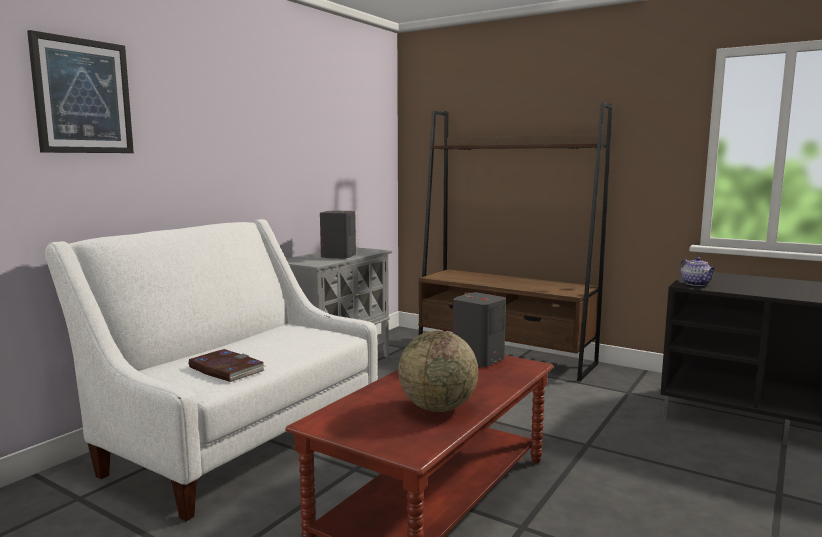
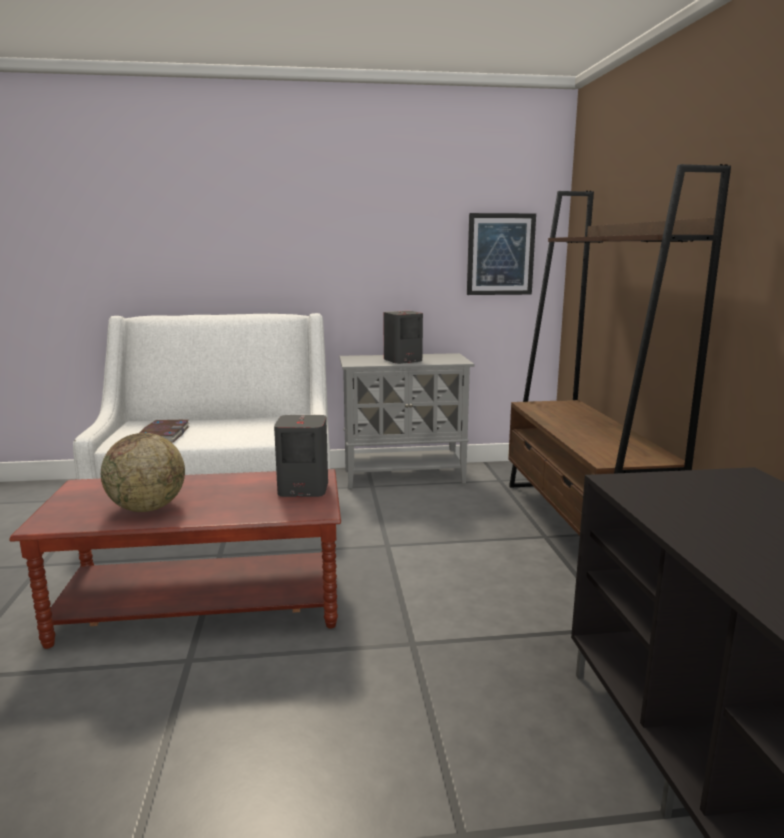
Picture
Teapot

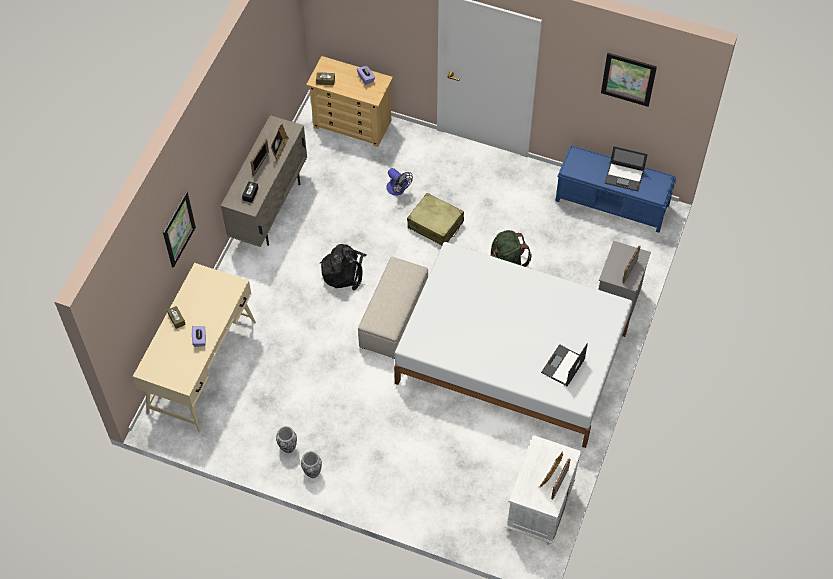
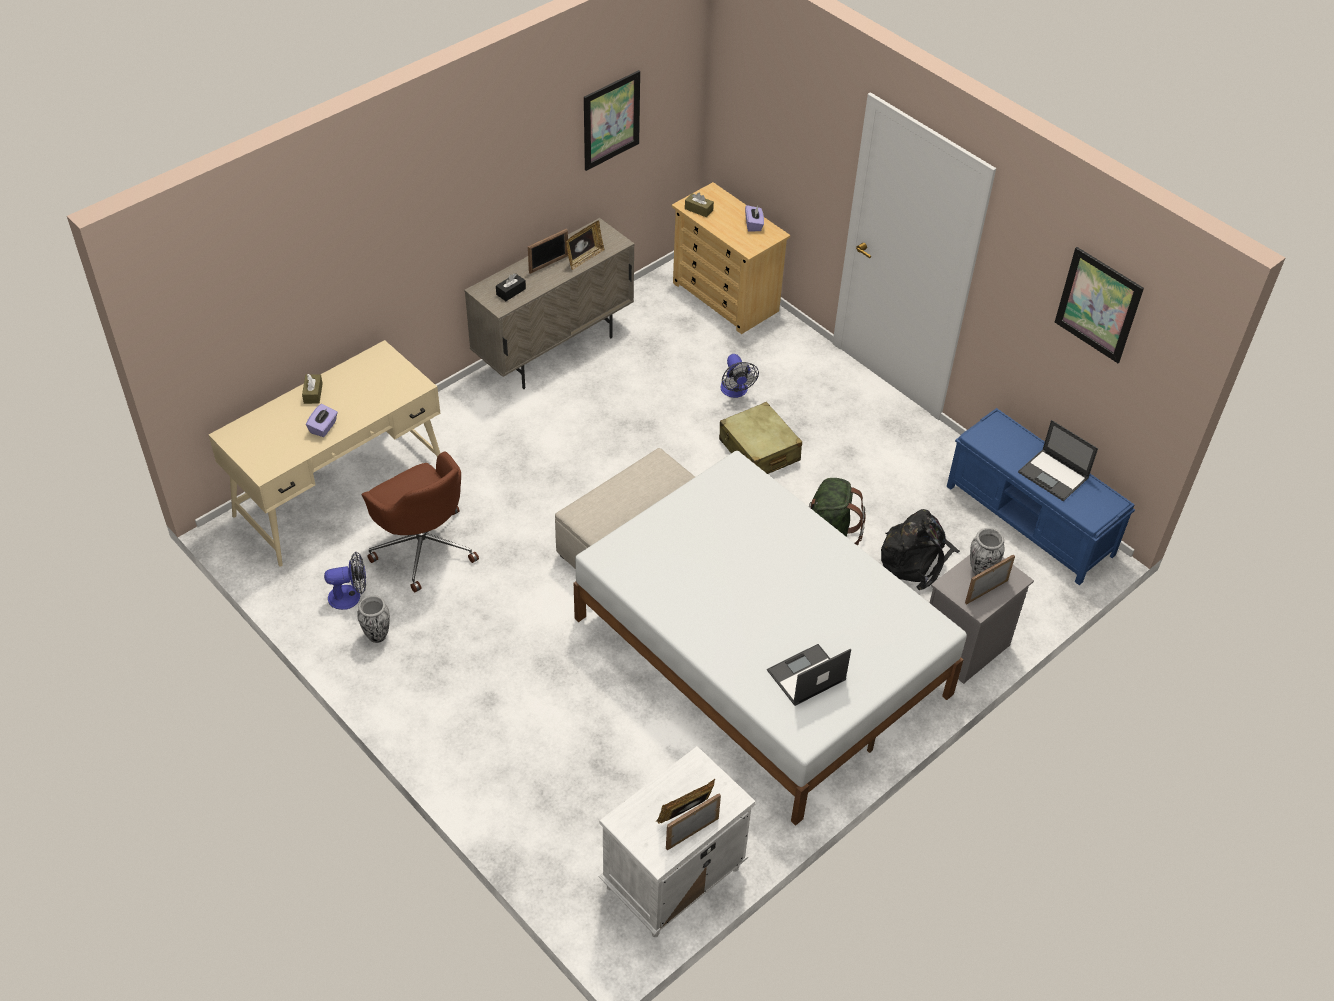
Picture (no. 1 from left)
Vase (no. 2 from left)
BlackBackpack
Fan (no. 1 from left)
BrownOfficeChair

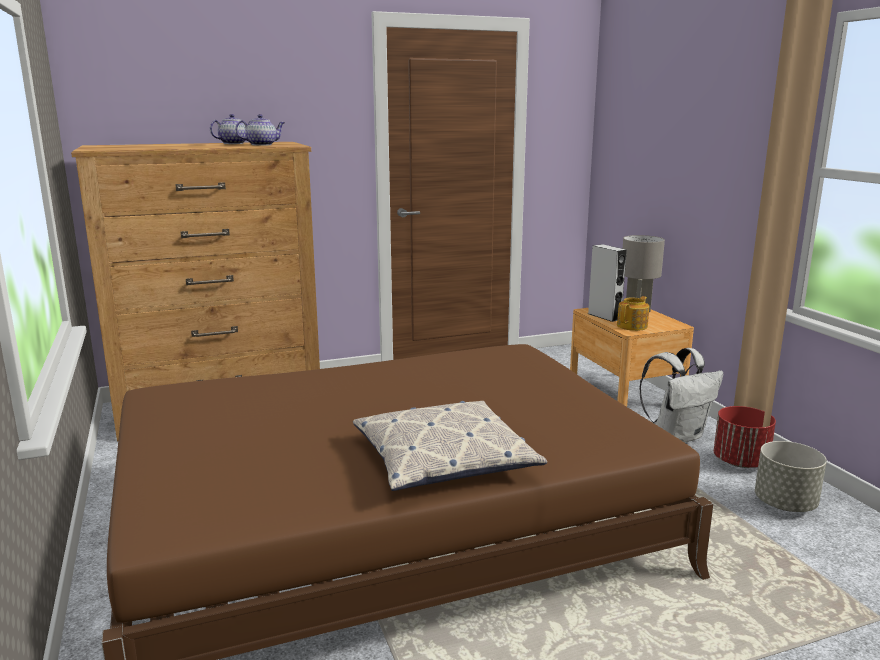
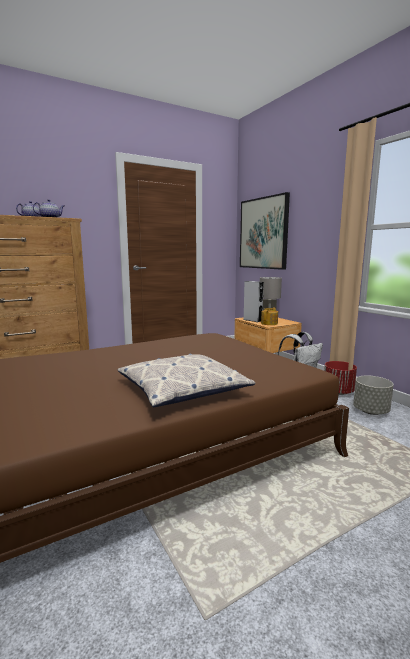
Picture

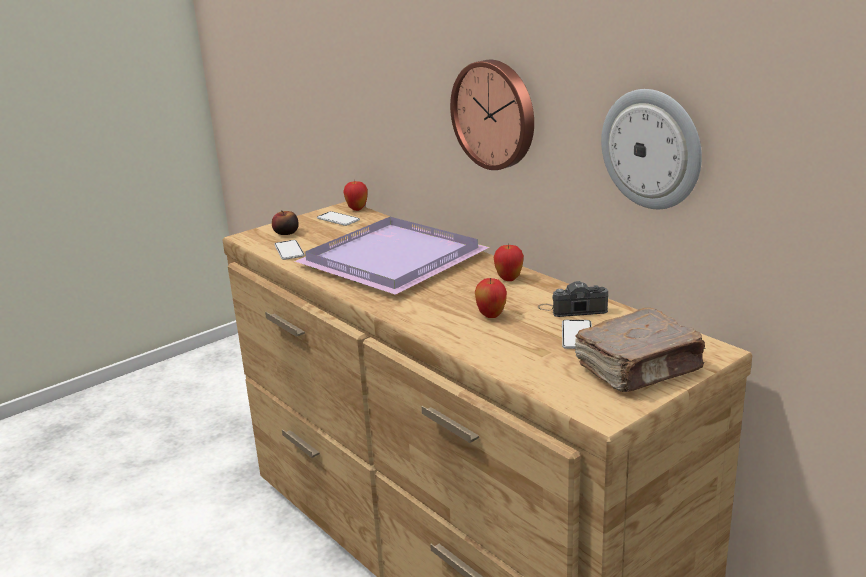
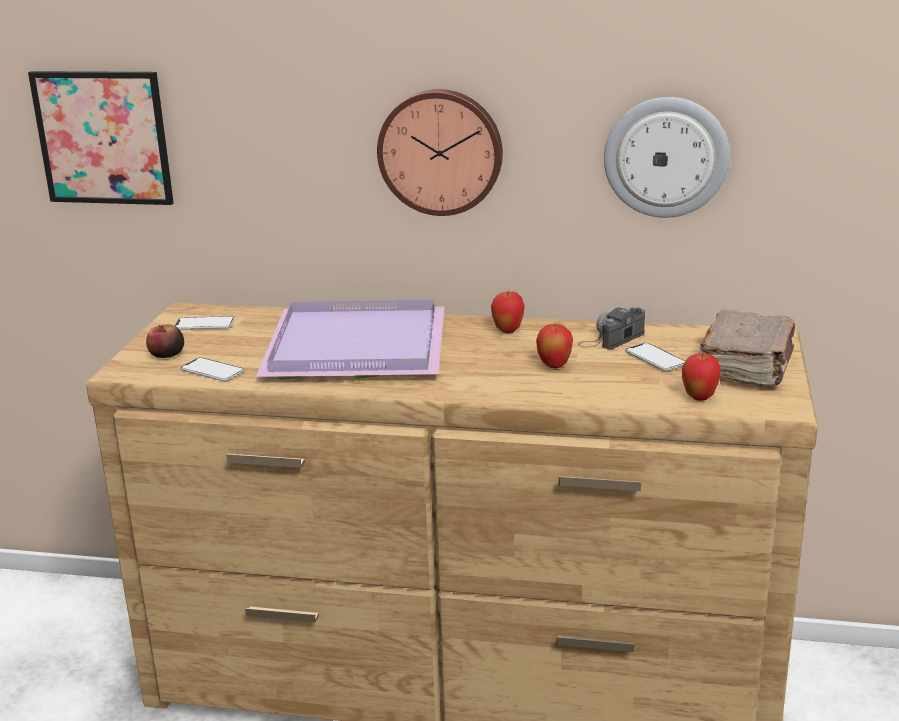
Apple (no. 4 from left)
Picture

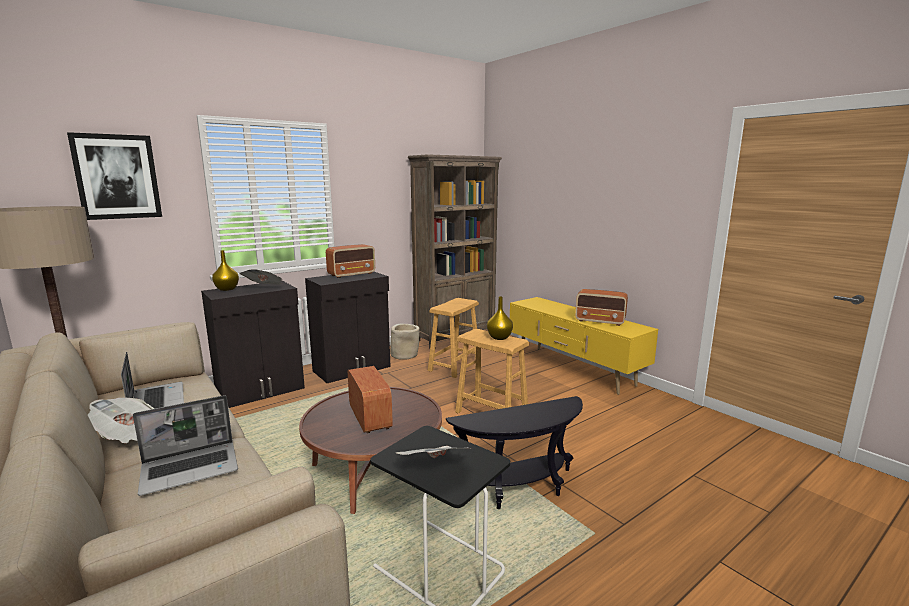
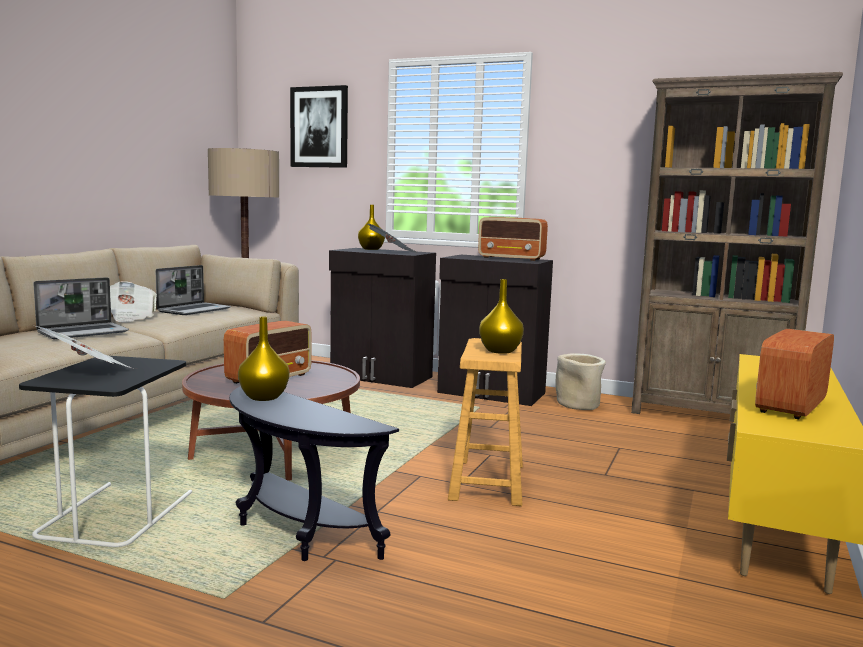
Laptop (no. 1 from left)
BrownStool (no. 1 from left in the first image)
Radio (no. 3 from left)
YellowVase (no. 1 from left)

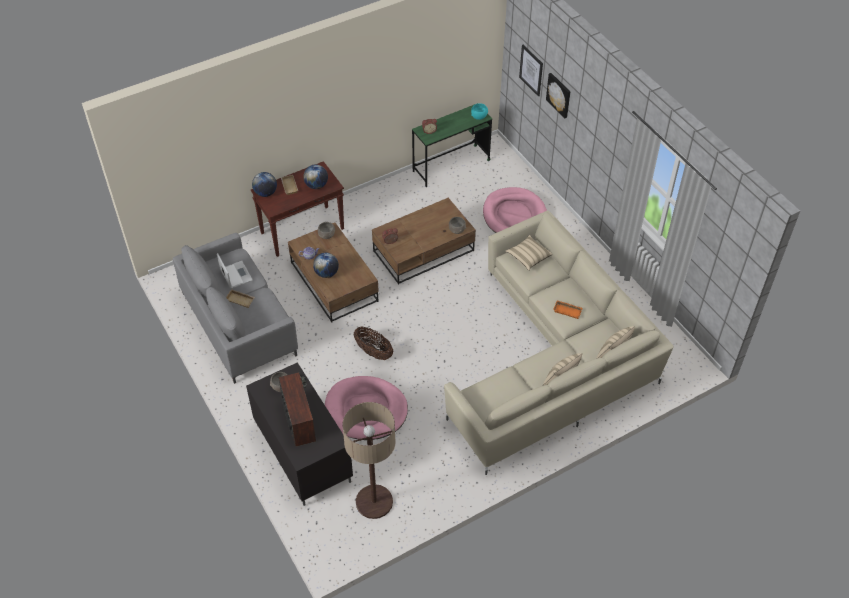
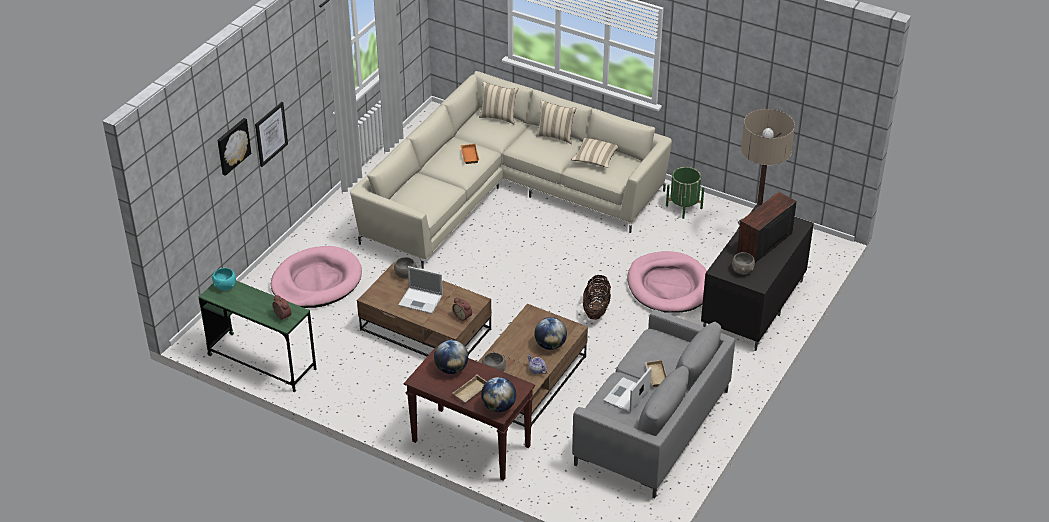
BeigePillow (no. 3 from left)
Picture (no. 2 from left)
Laptop (no. 1 from left)
GreenPlanter

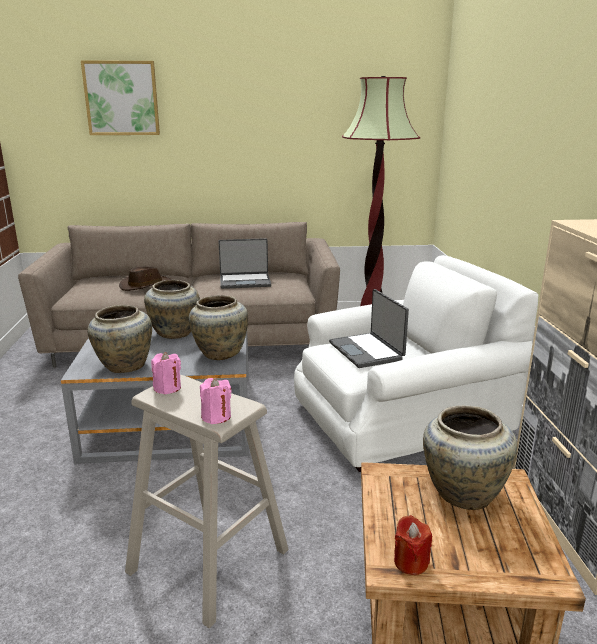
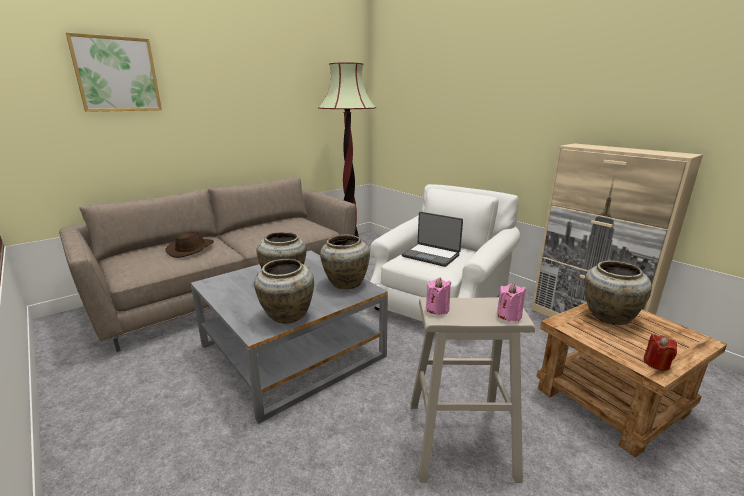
Laptop (no. 1 from left in the first image)

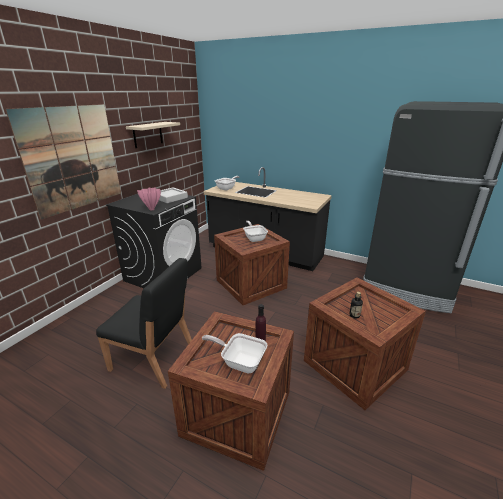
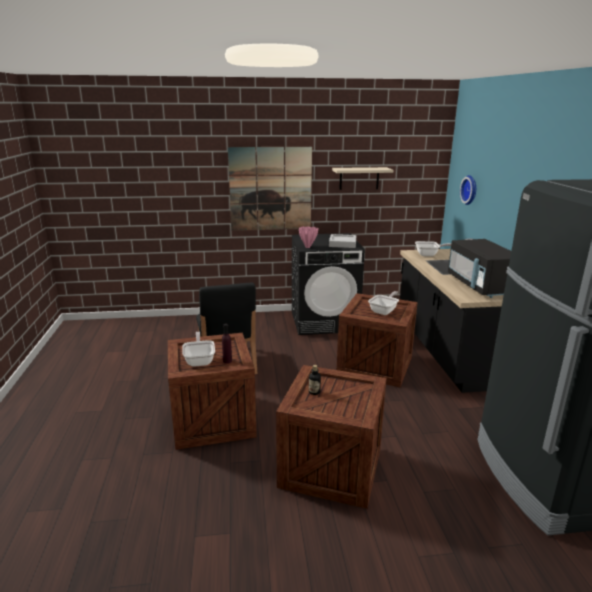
BlackMicrowave
WallClock

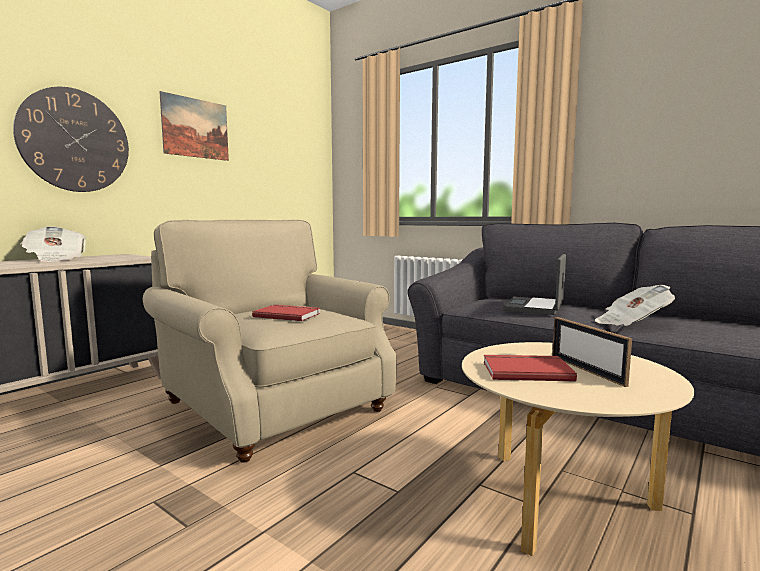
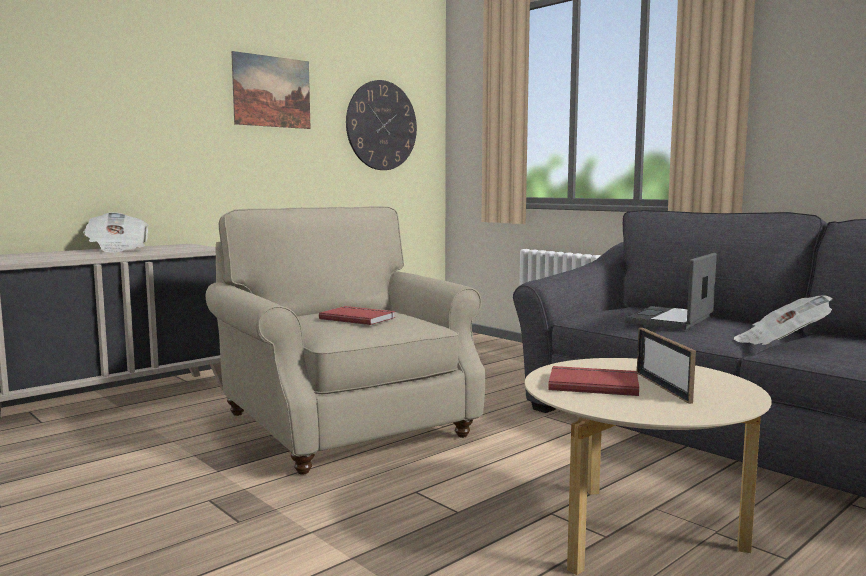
WallClock

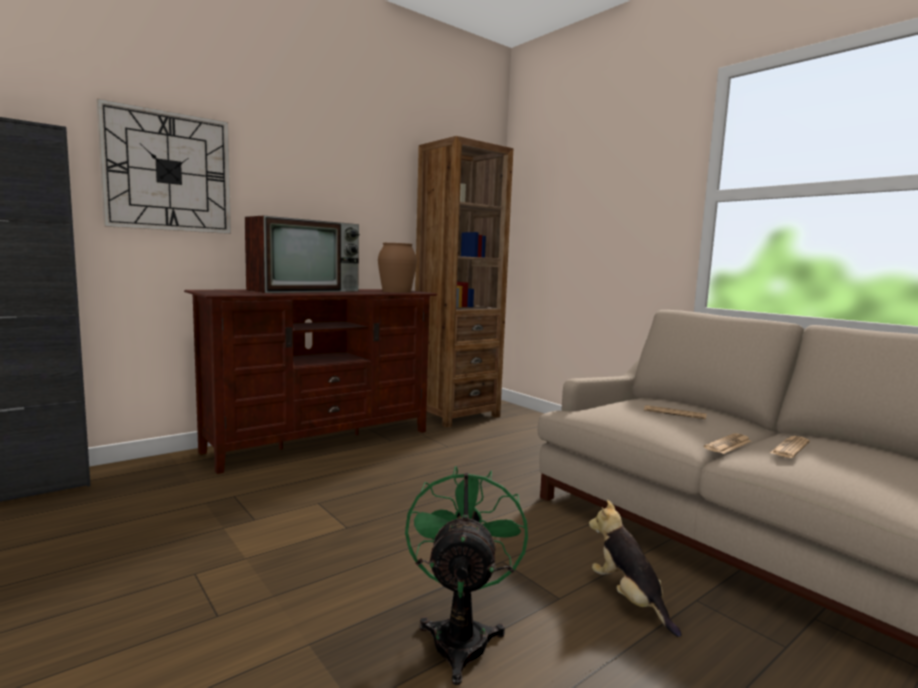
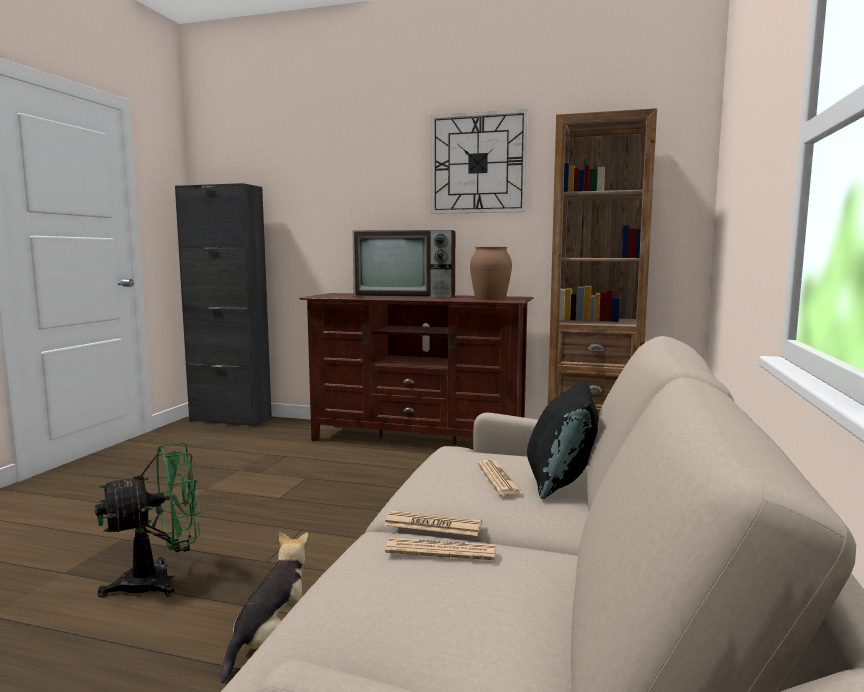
WallClock
BlackPillow

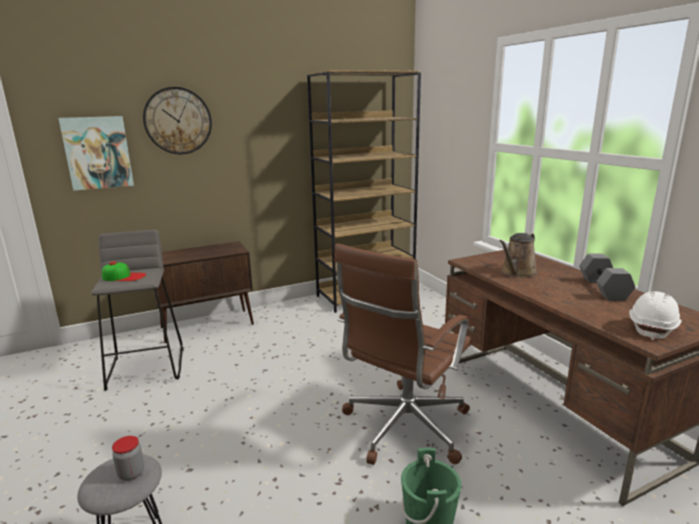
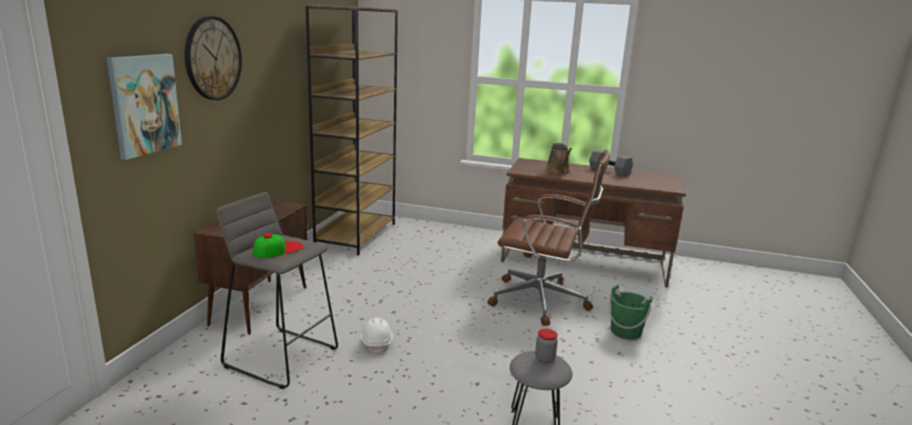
BrownOfficeChair
WhiteHardHat

